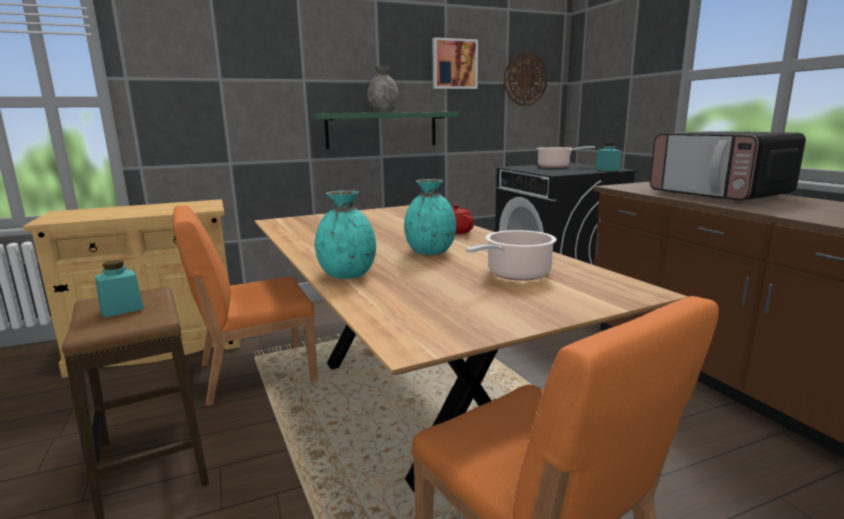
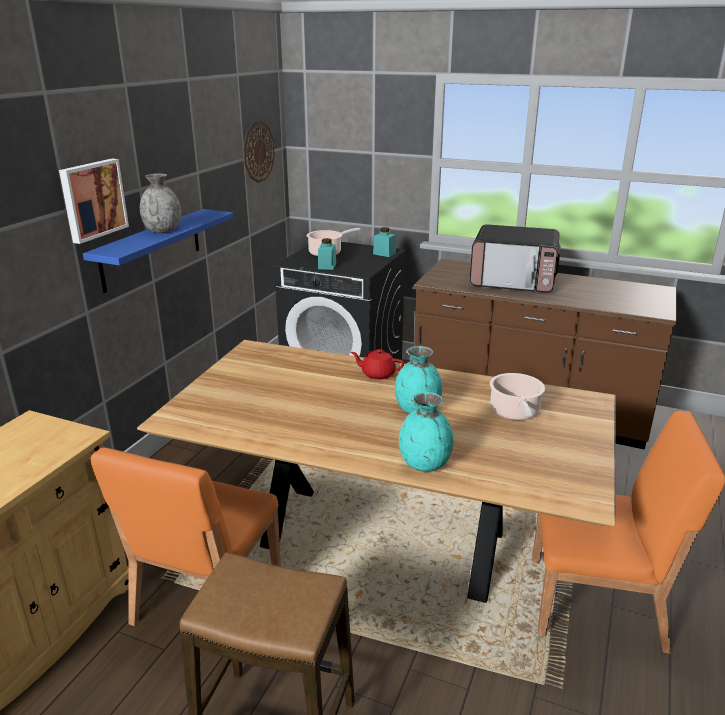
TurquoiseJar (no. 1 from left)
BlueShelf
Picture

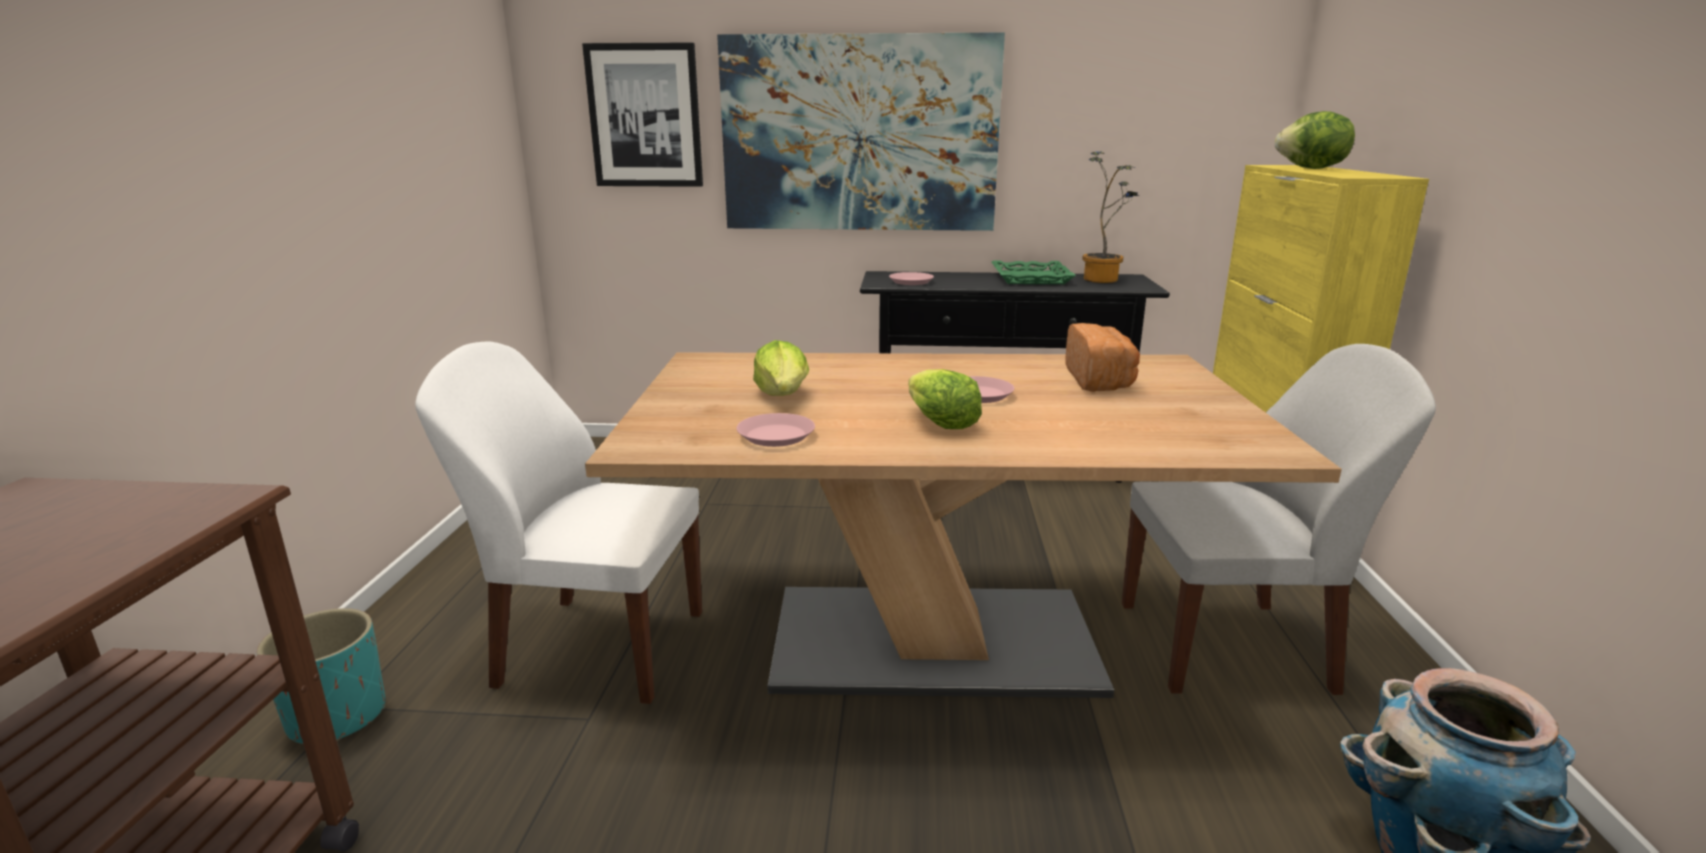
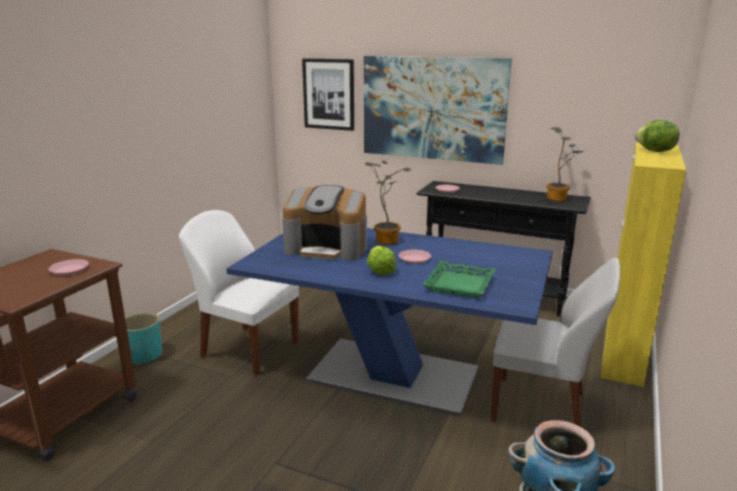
BlueDiningTable
PinkPlate (no. 1 from left)
CoffeeMachine
GreenTray
Bread
PottedPlant (no. 1 from left)

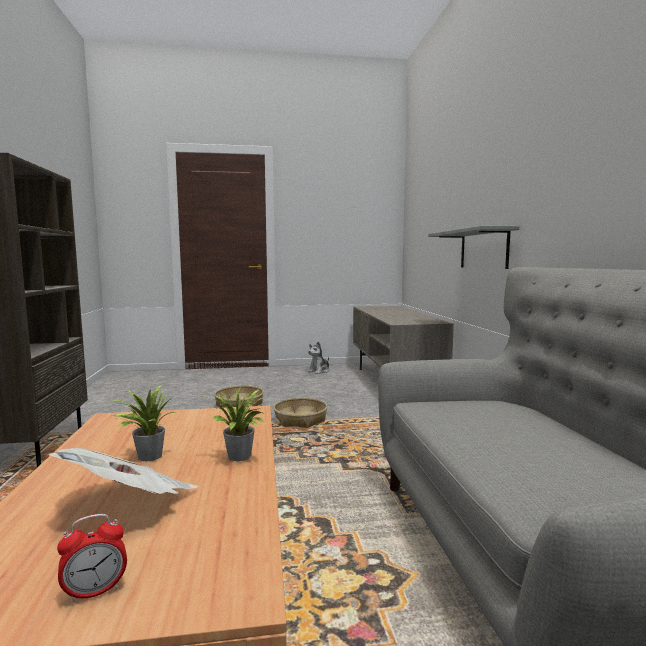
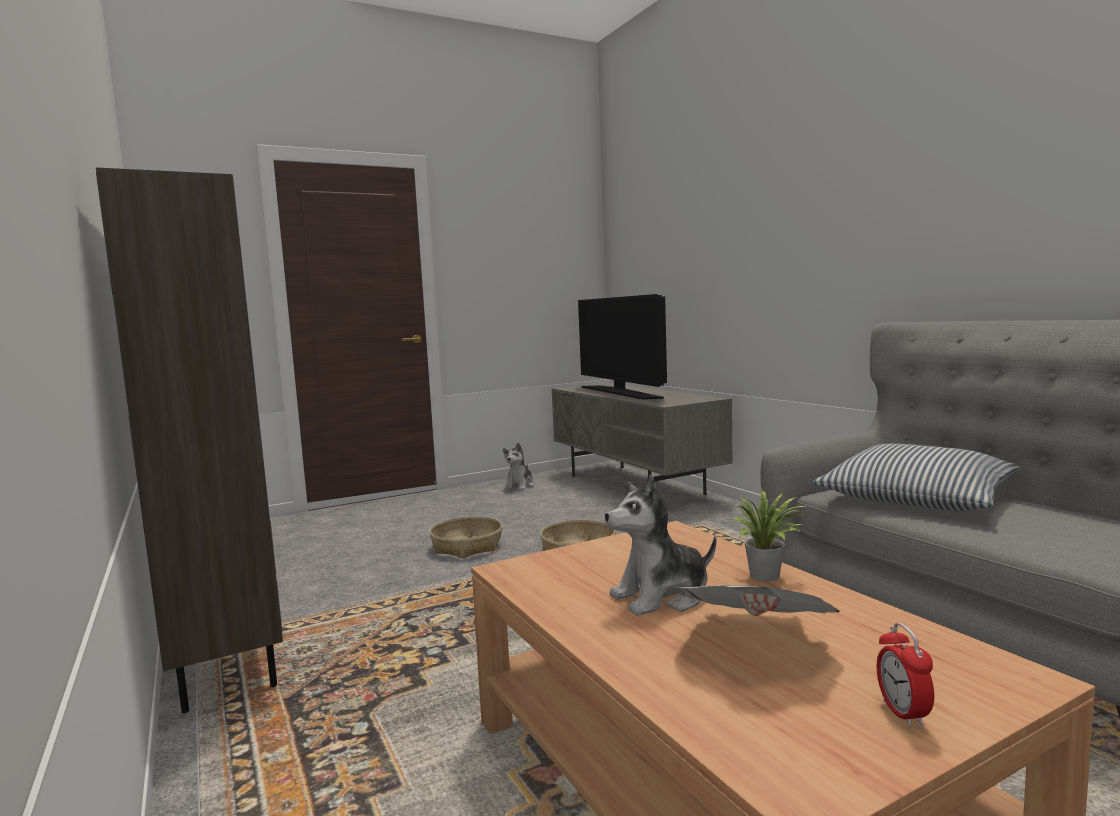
AlarmClock
PlushToy (no. 2 from left)
GreyShelf
Television
Pillow

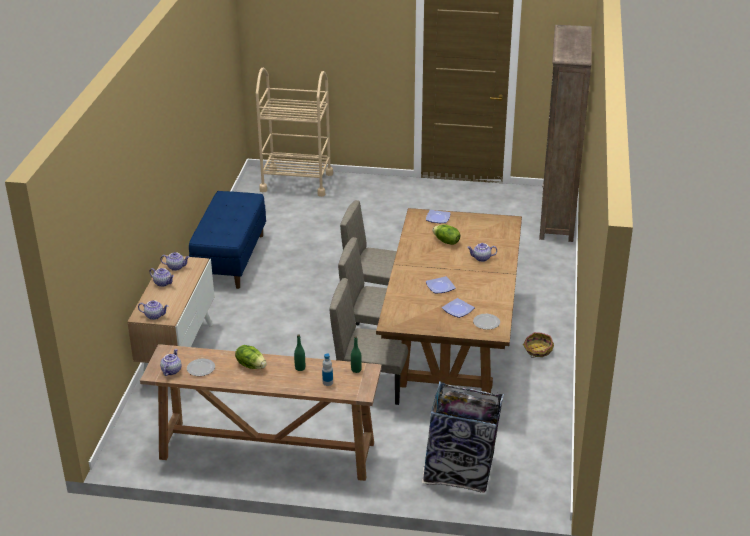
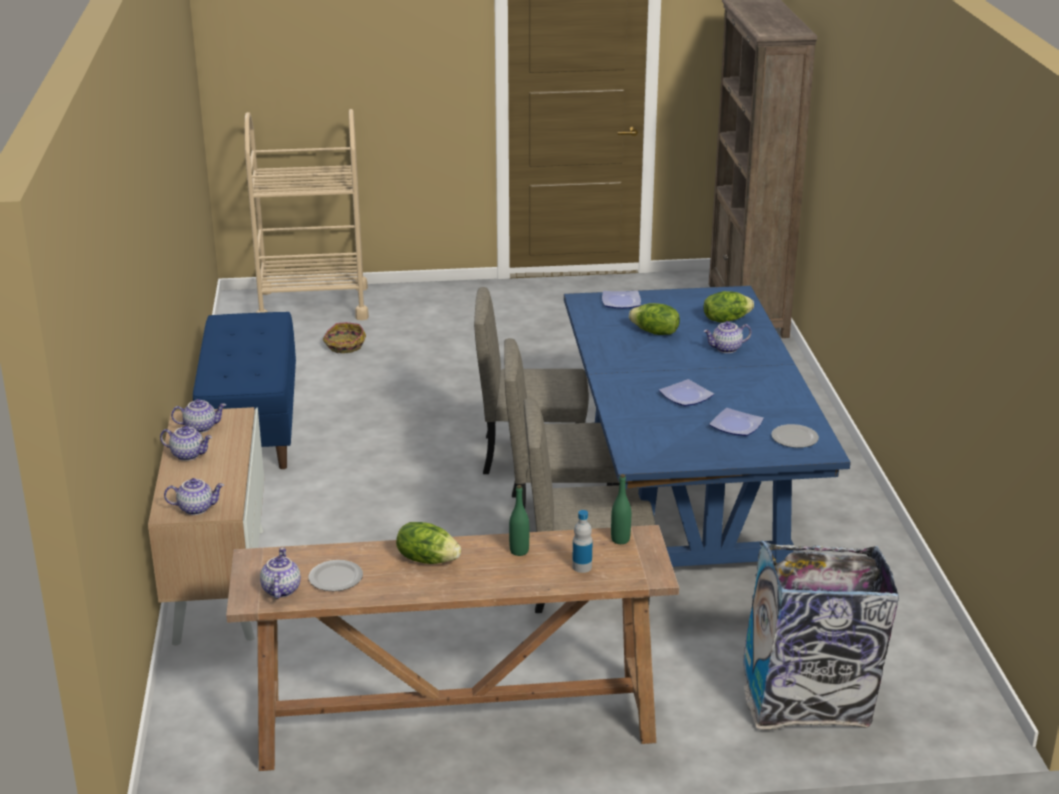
BlueDiningTable
Basket
Lettuce (no. 3 from left)

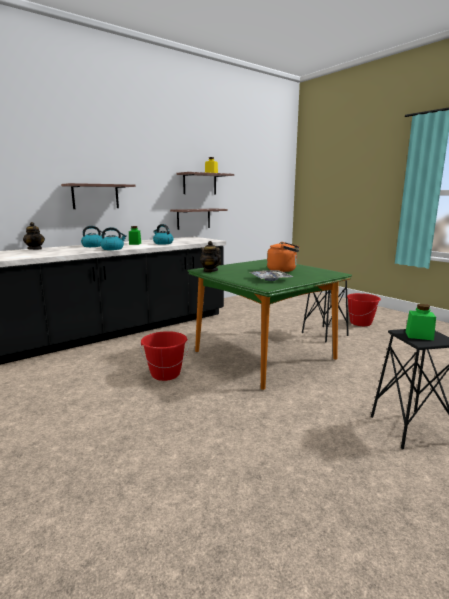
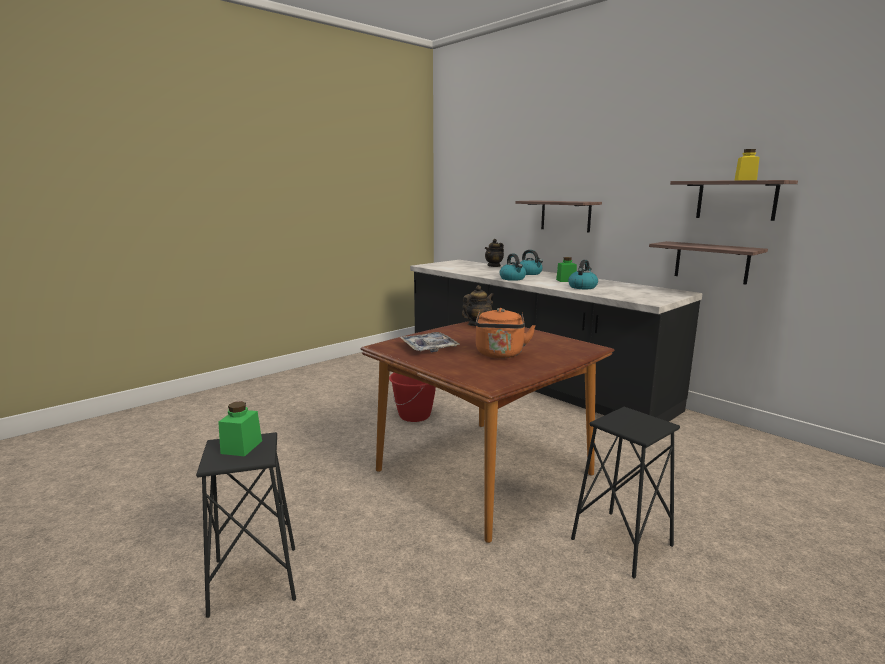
BrownDiningTable
RedBucket (no. 2 from left in the first image)

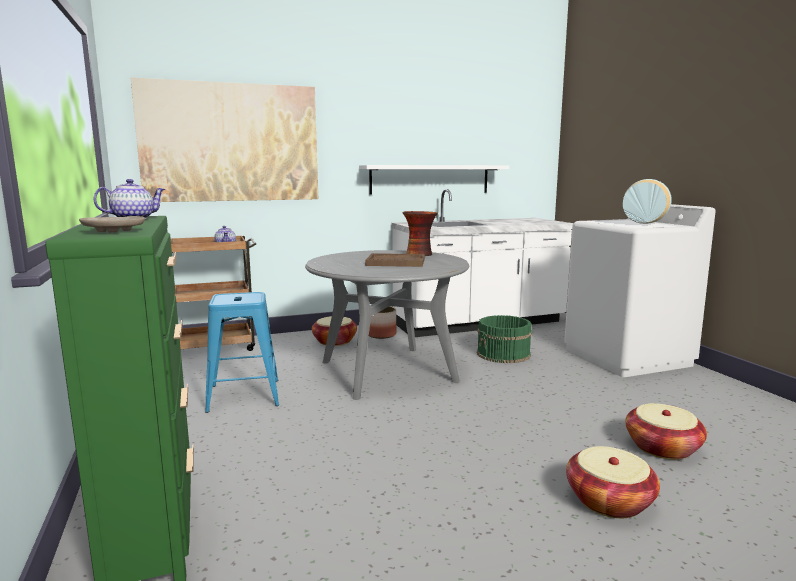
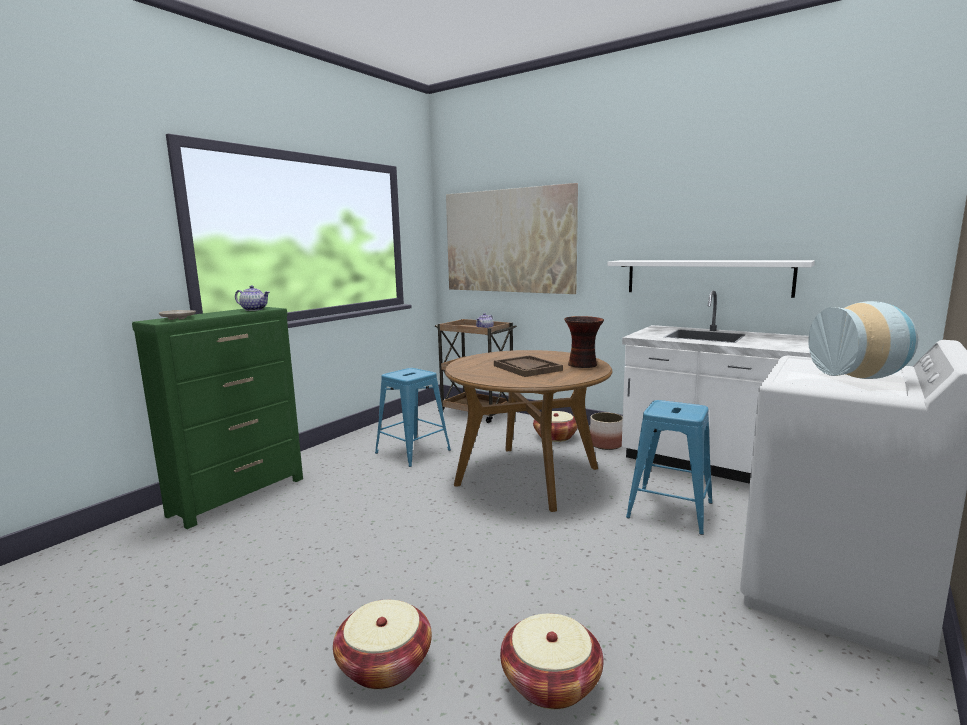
BrownDiningTable
BlueStool (no. 2 from left)

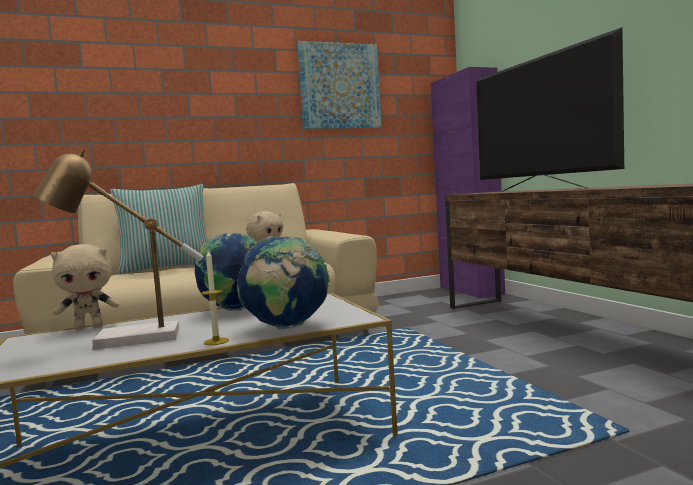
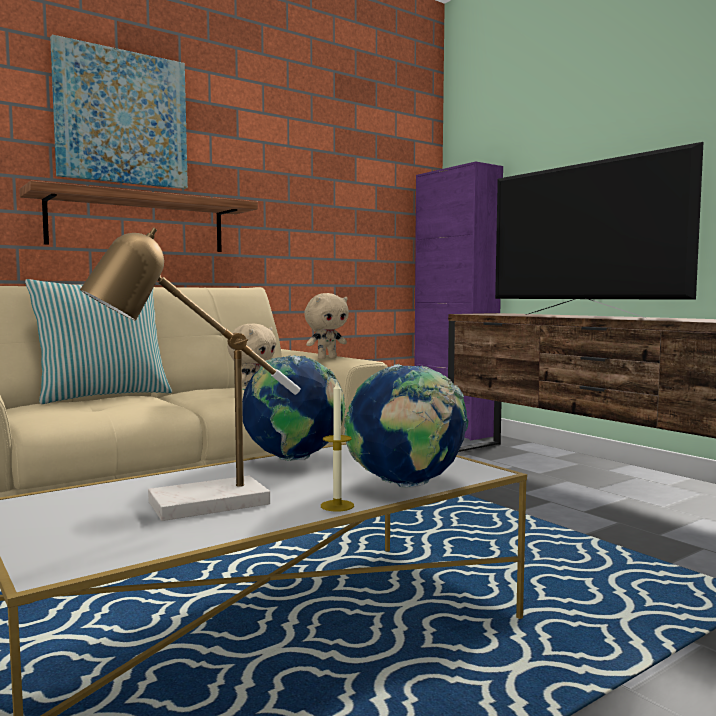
BeigePlushToy (no. 2 from left)
Picture
Shelf

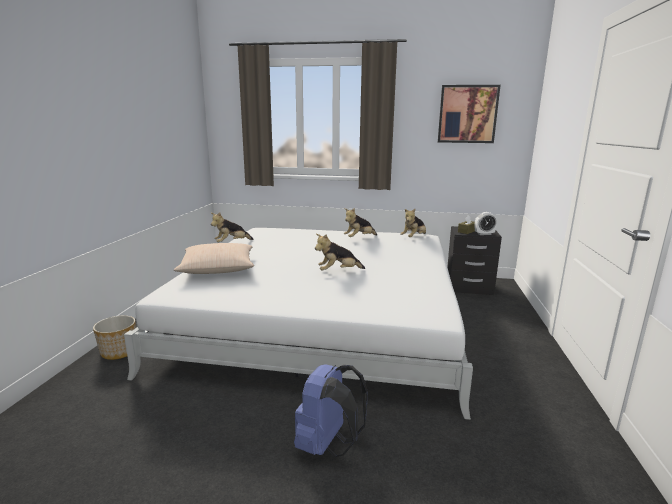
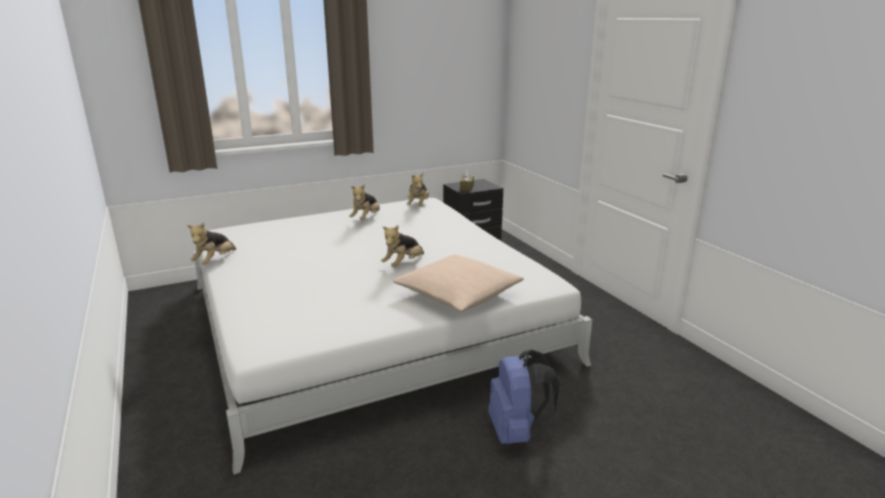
Planter
BeigePillow
Picture
AlarmClock

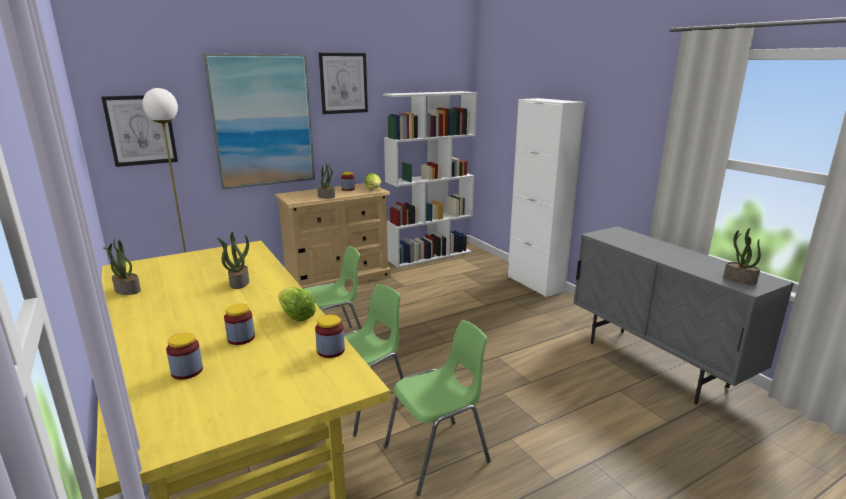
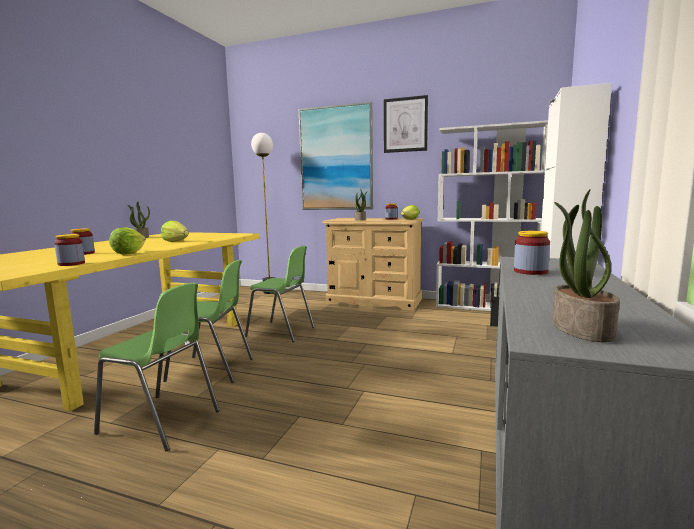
Picture (no. 1 from left in the first image)
Jar (no. 4 from left)
Lettuce (no. 2 from left)

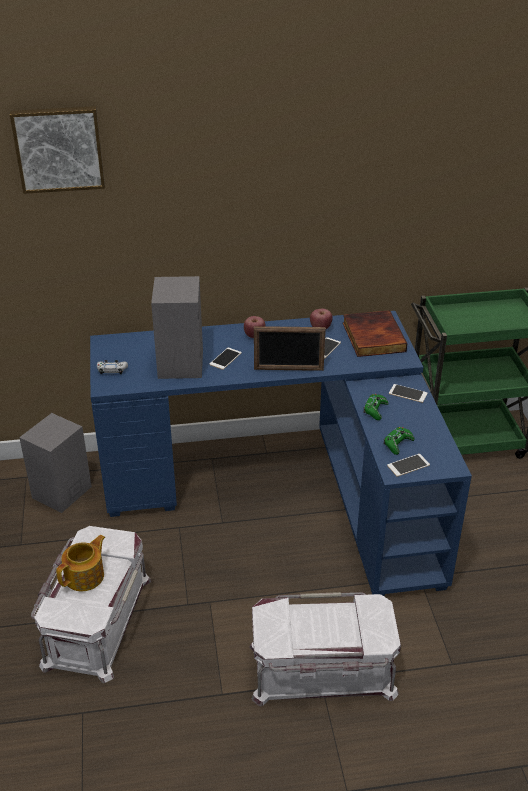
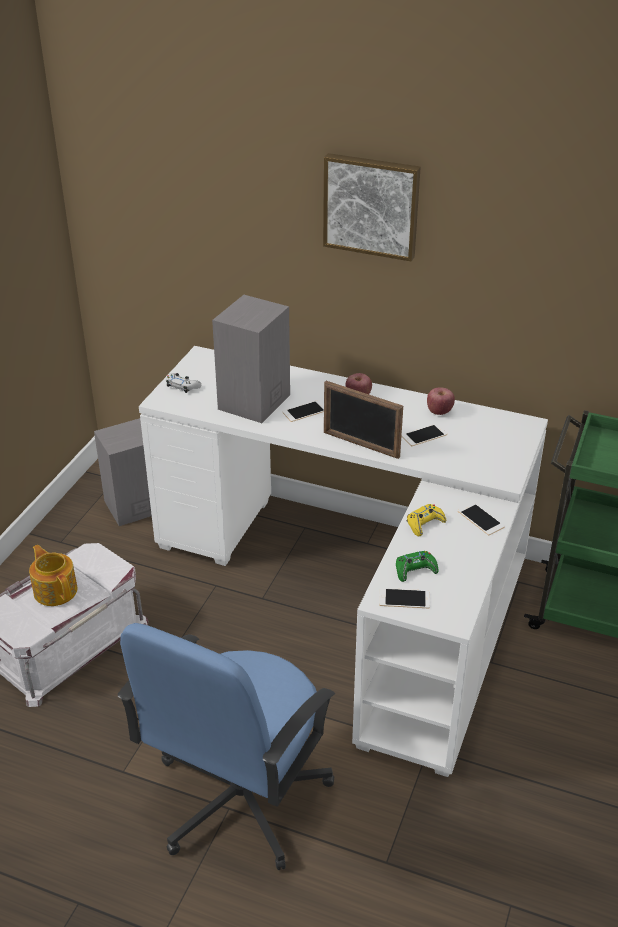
Picture
Teapot
WhiteDesk
BlueOfficeChair
Book
YellowGameController

